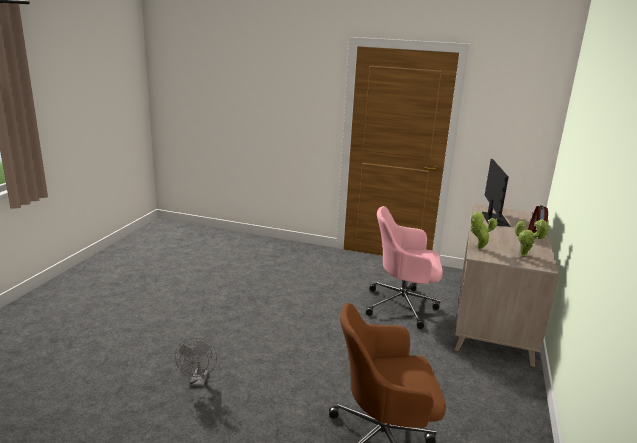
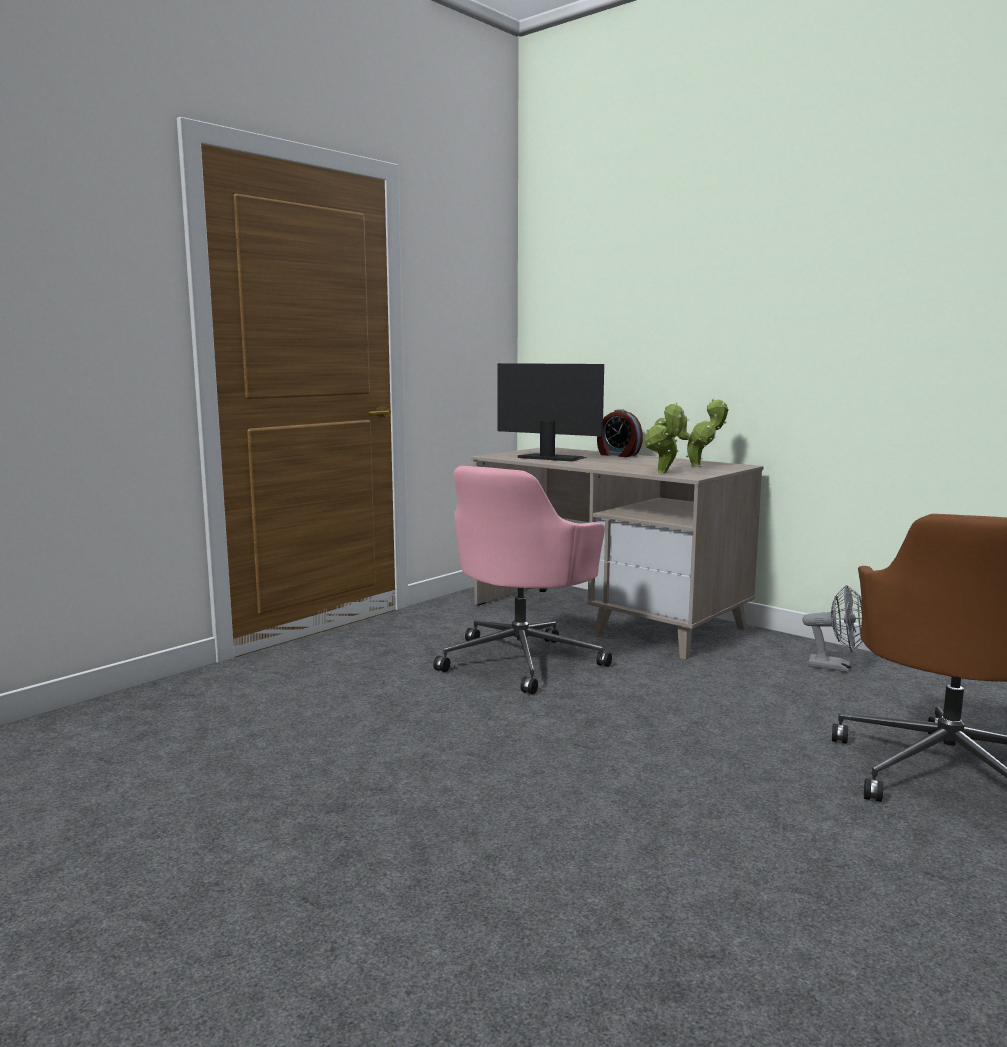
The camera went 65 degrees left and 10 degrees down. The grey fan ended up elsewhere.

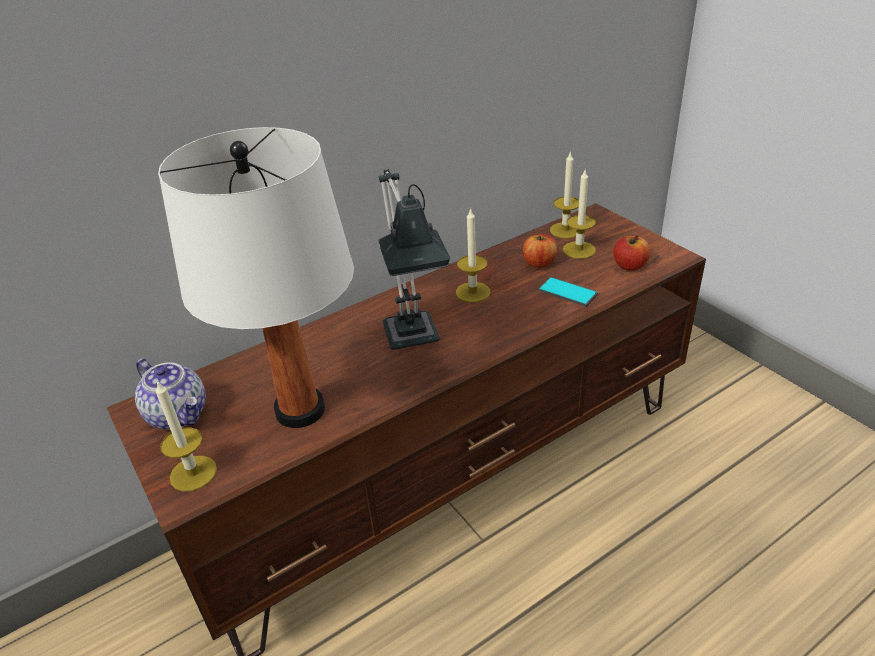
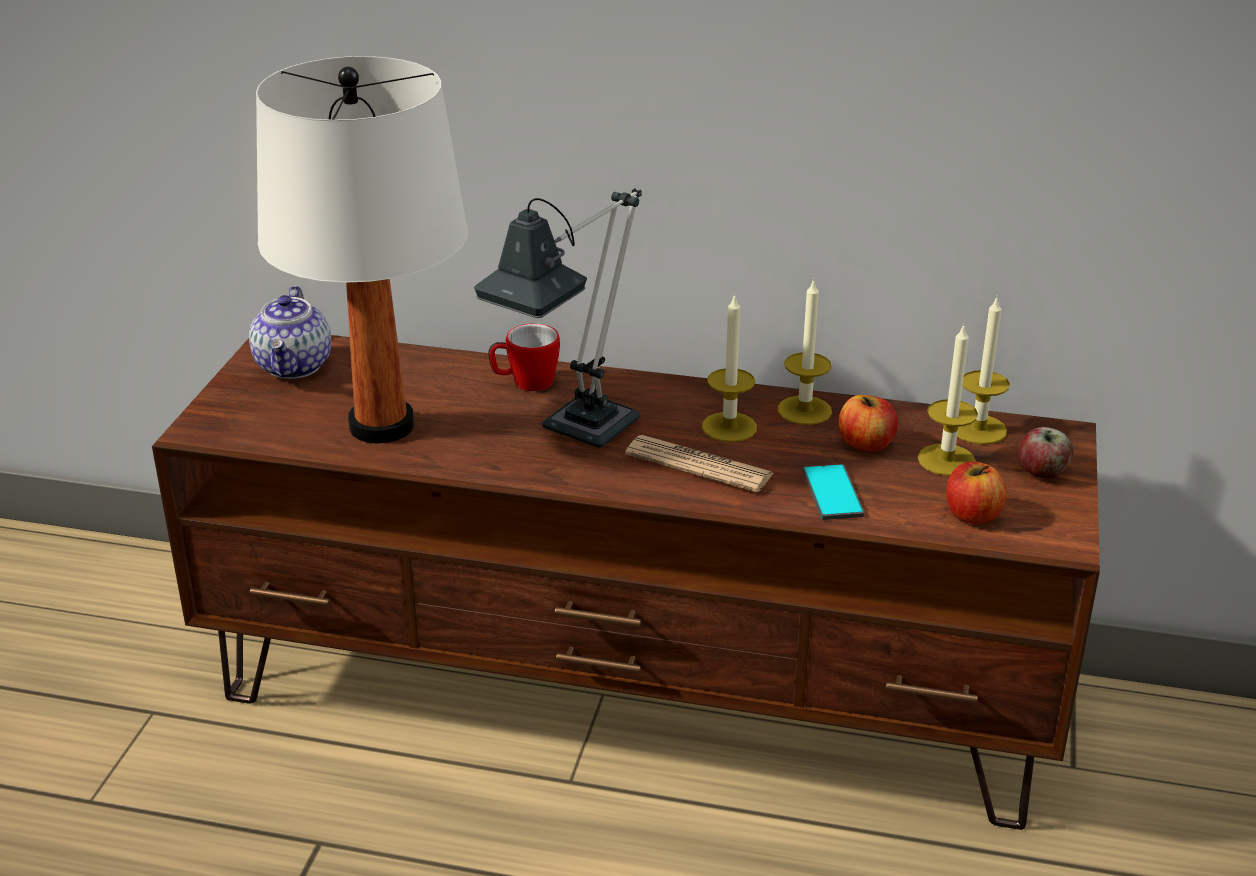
The camera went 45 degrees right and 5 degrees down. The second view gained the coffee mug. The second view gained the printed paper. The second view gained the apple fruit (3rd from left). The wax candle (1st from left in the first image) ended up elsewhere.

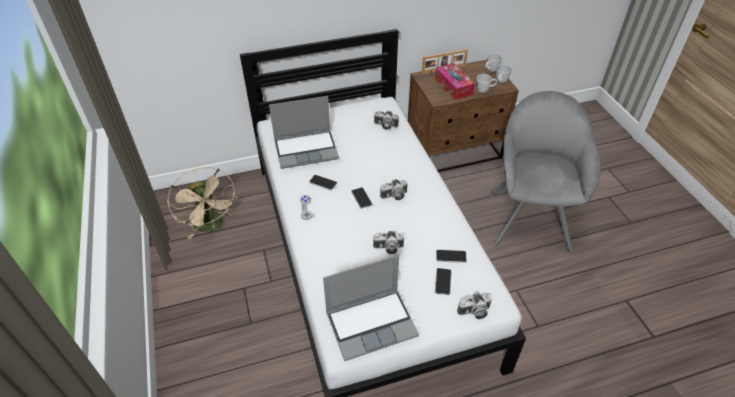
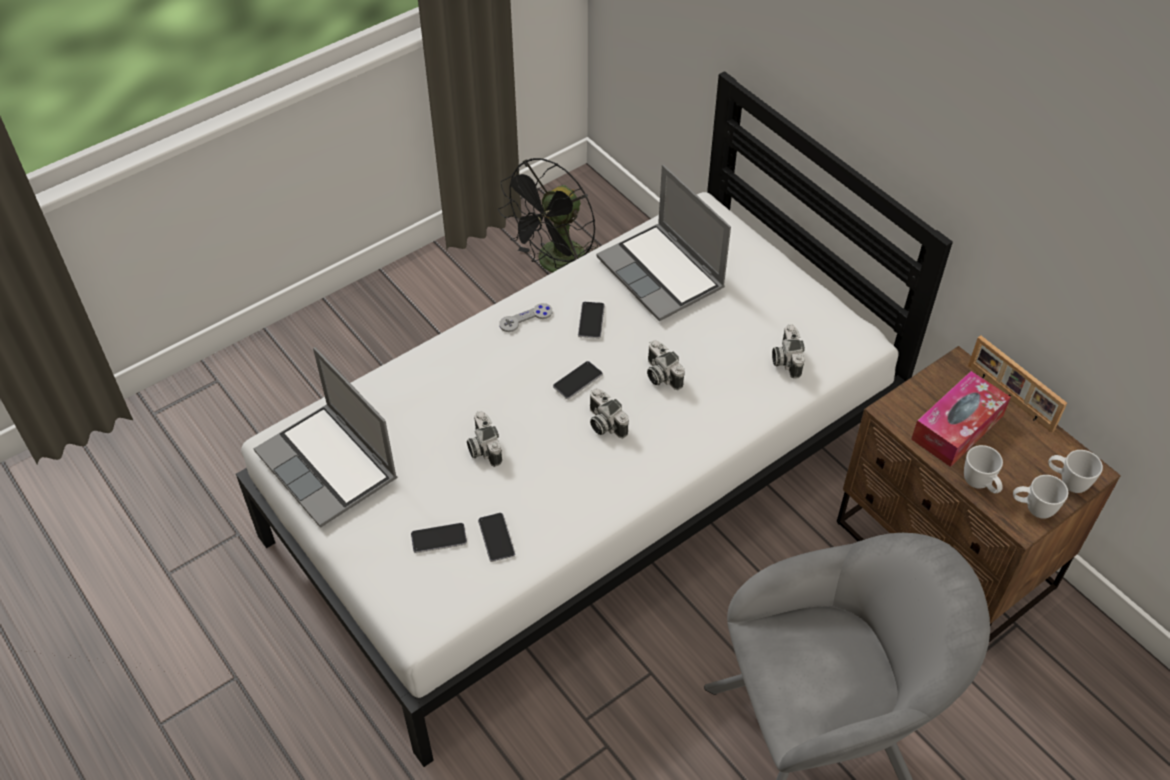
The camera went 70 degrees right and 5 degrees up. The photo camera (4th from left in the first image) ended up elsewhere. What was the beige fan turned into the blackish fan.

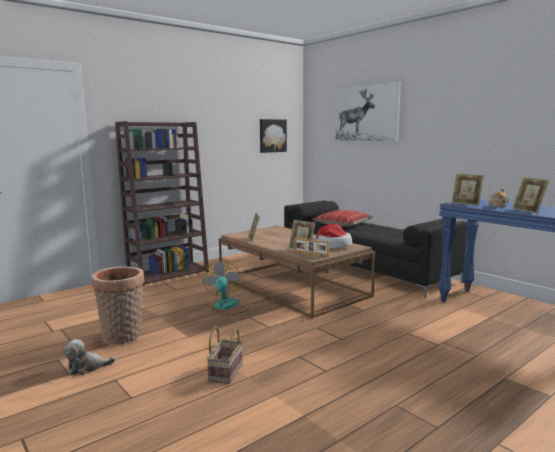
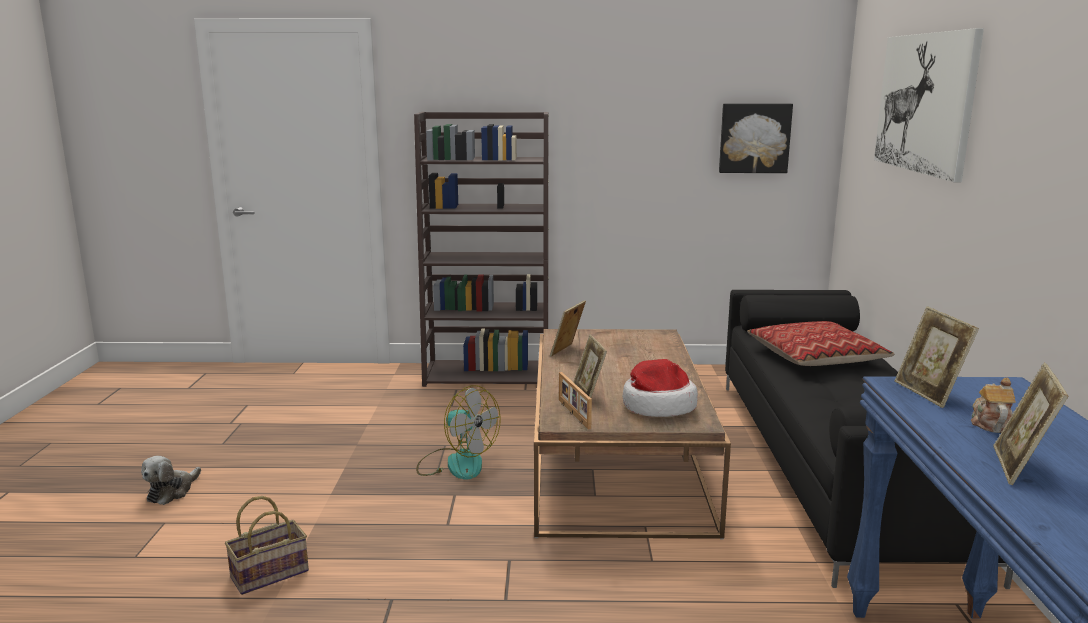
The camera went 40 degrees right and 5 degrees up. The second view lost the storage basket (1st from left). The plush toy ended up facing another way, 90 degrees counterclockwise from before. The fan ended up facing another way, 90 degrees clockwise from before.

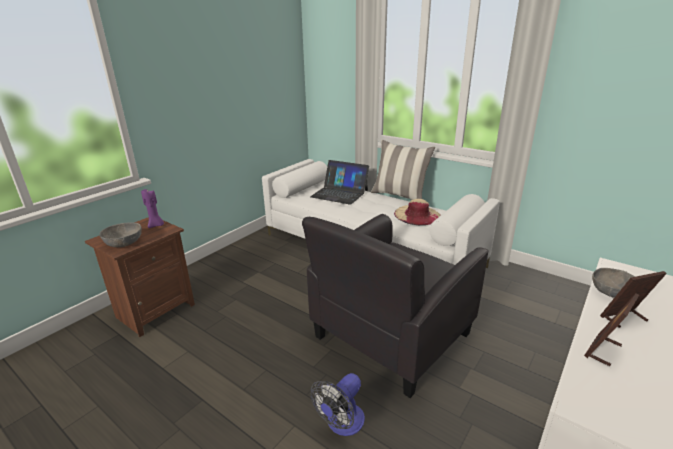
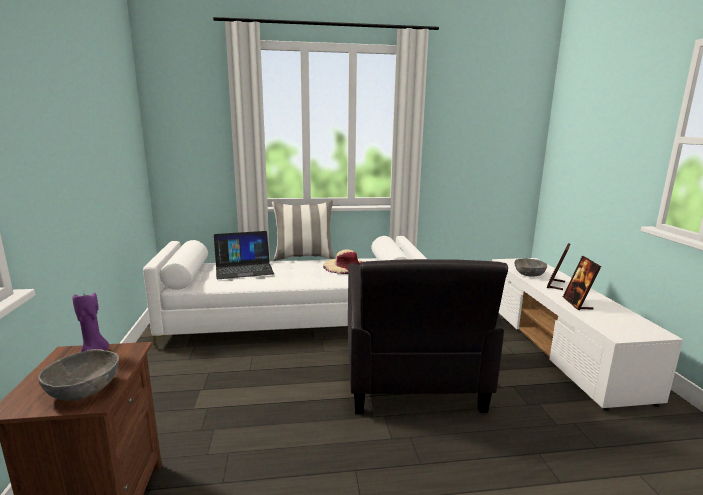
The camera went 45 degrees left and 10 degrees down. The second view lost the fan.

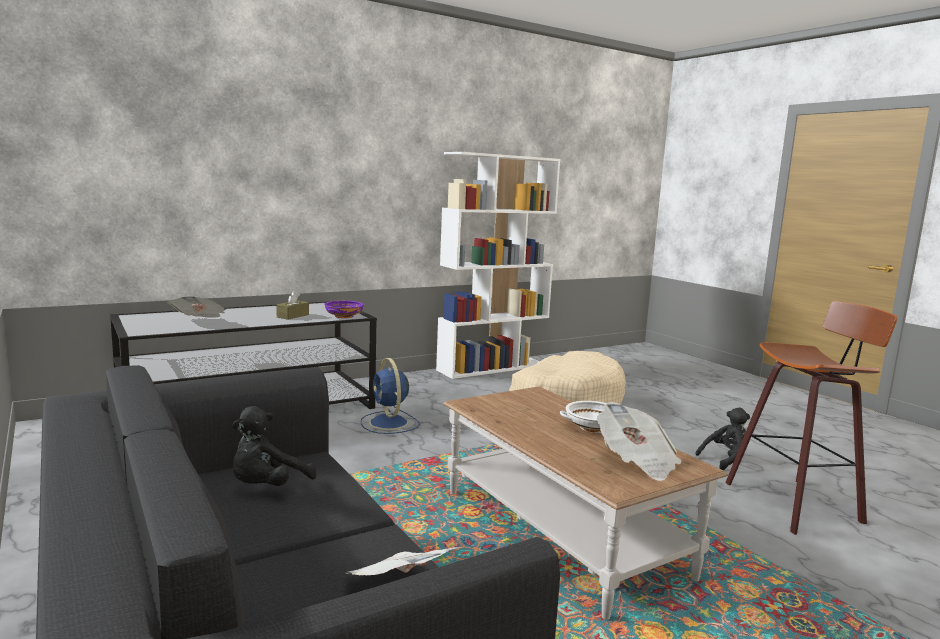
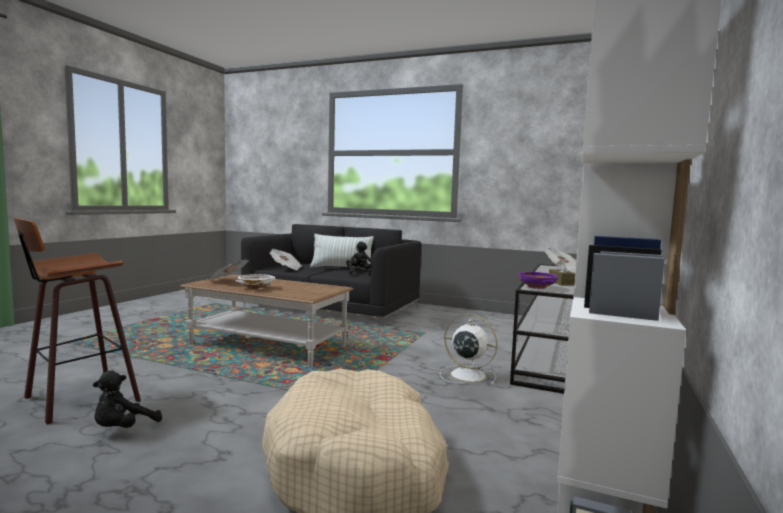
The camera went 145 degrees right and 5 degrees down. The second view gained the cushion. What was the bluish fan turned into the white-coloured fan.

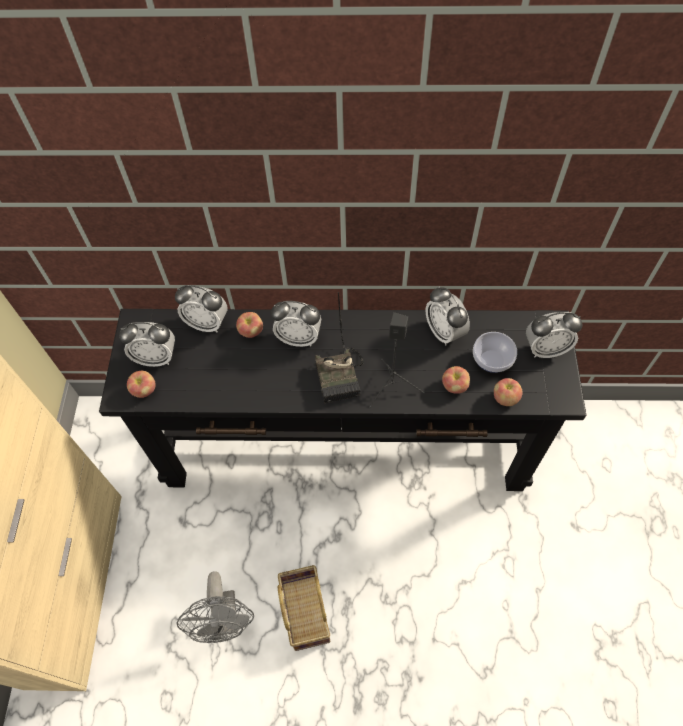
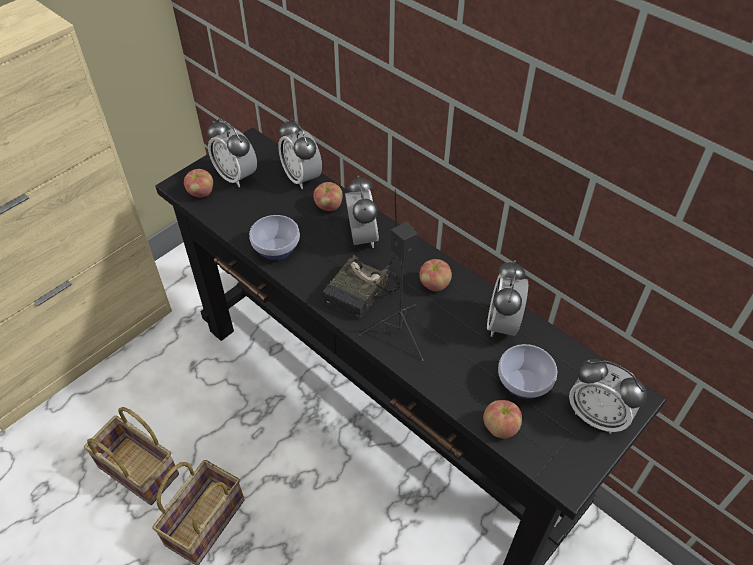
The camera went 40 degrees right and 10 degrees down. The second view gained the deep dish (1st from left). The apple fruit (3rd from left) ended up elsewhere. Where the grey fan stood, the storage basket (1st from left) came to stand. The alarm clock (3rd from left) ended up facing another way, 150 degrees counterclockwise from before.

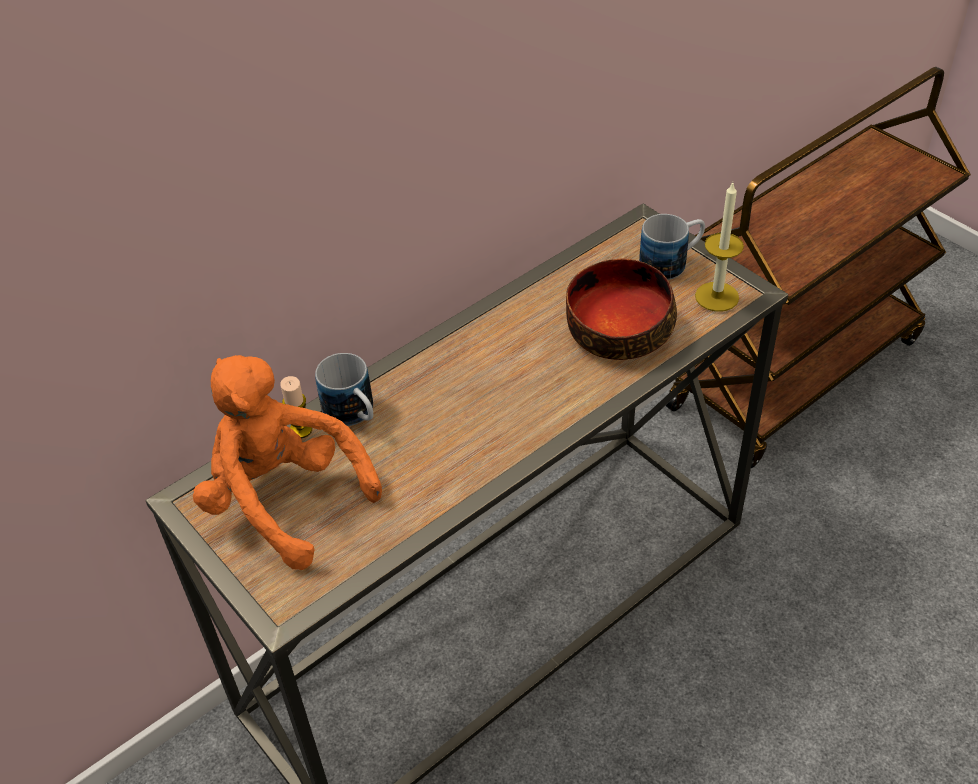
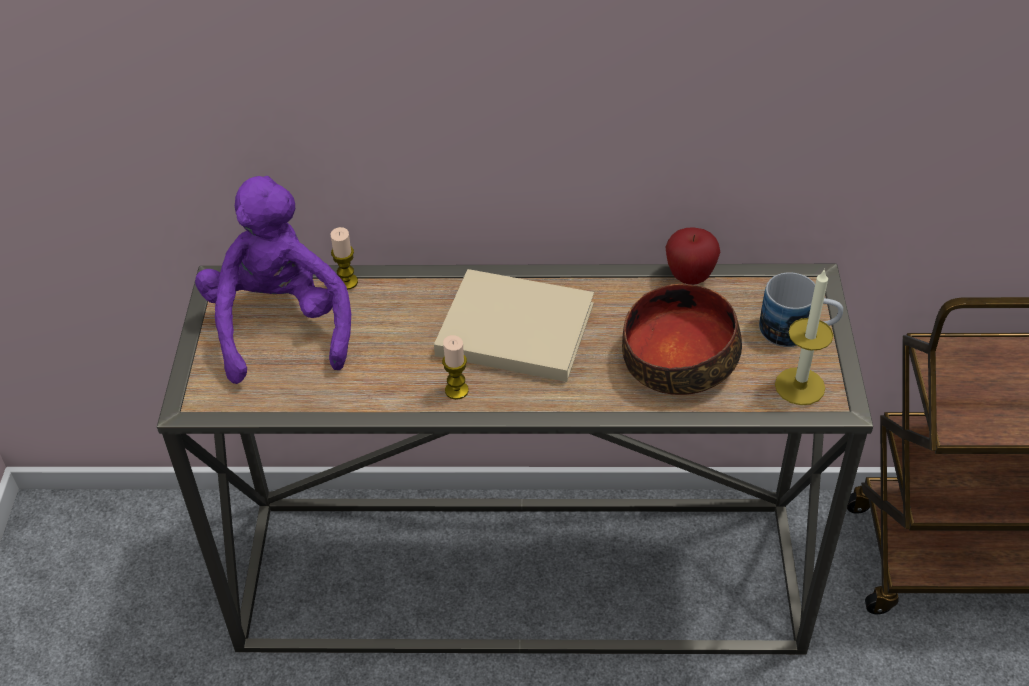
The camera went 40 degrees right and 0 degrees up. The second view lost the coffee mug (1st from left). The second view gained the beige bound book. The second view gained the wax candle (2nd from left). The second view gained the apple fruit. What was the orange-coloured plush toy turned into the purplish plush toy.

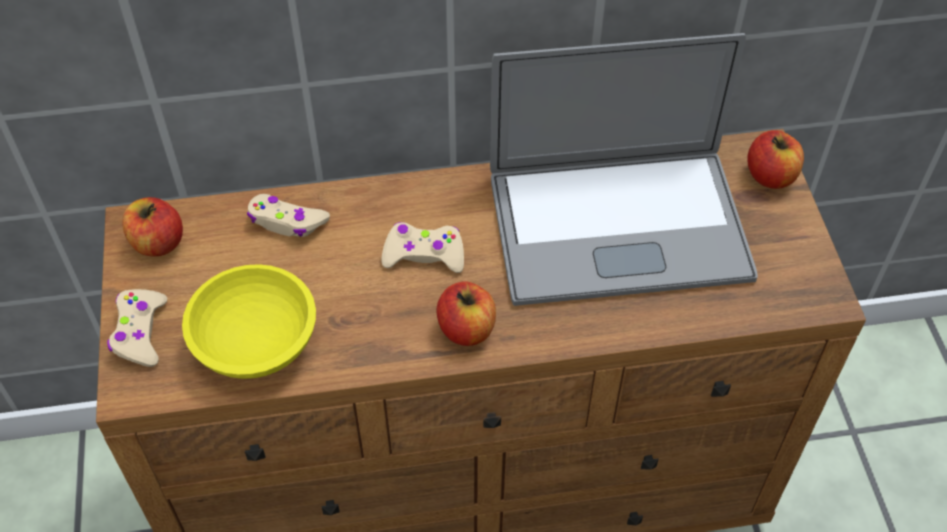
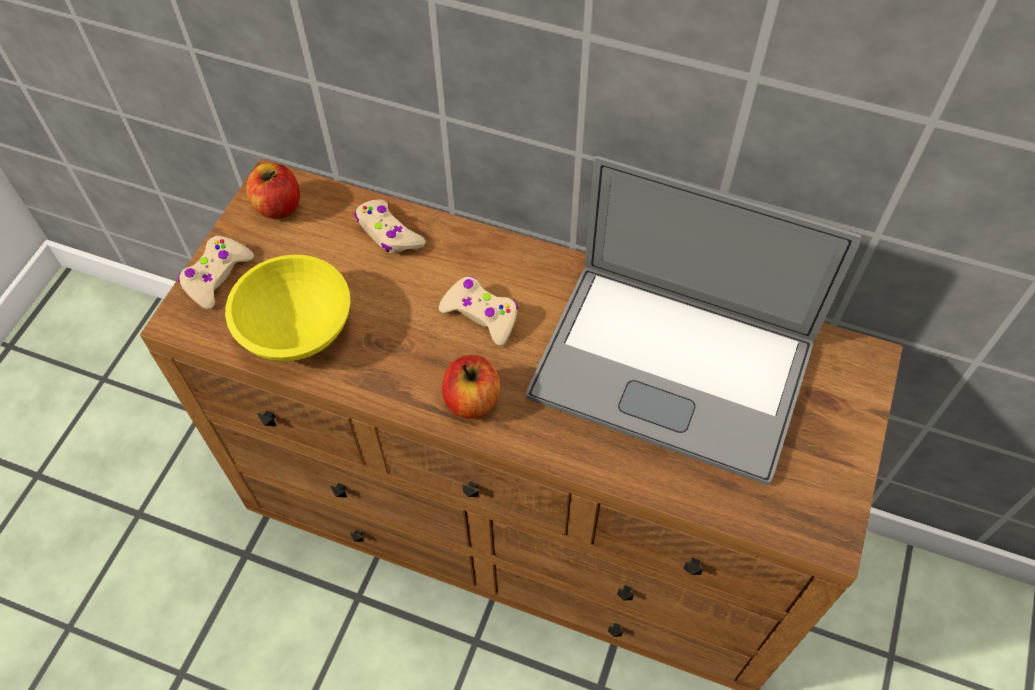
The camera went 30 degrees right and 5 degrees up. The second view lost the apple fruit (3rd from left).

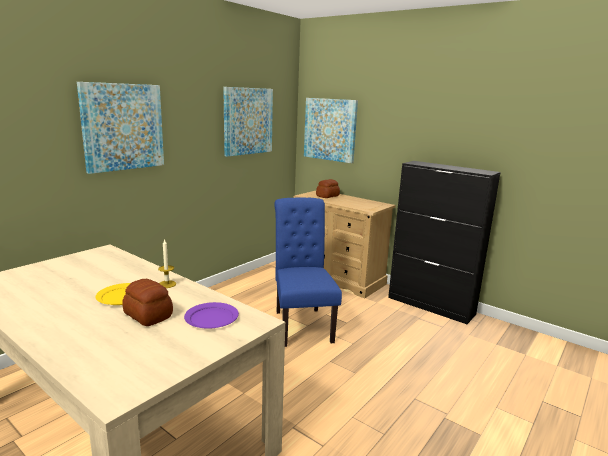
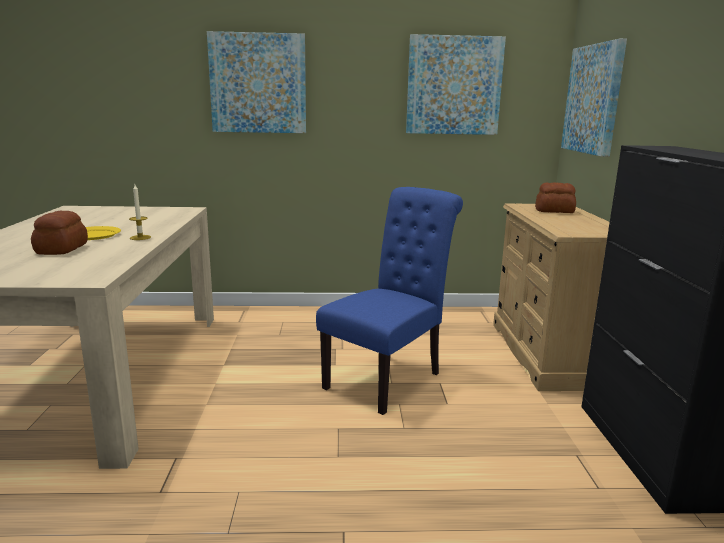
The camera went 50 degrees right and 0 degrees up. The second view lost the purplish flat dish.

